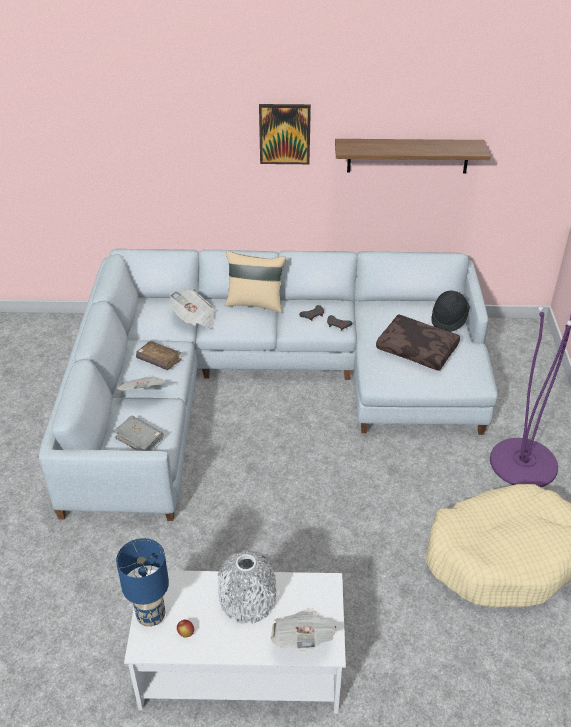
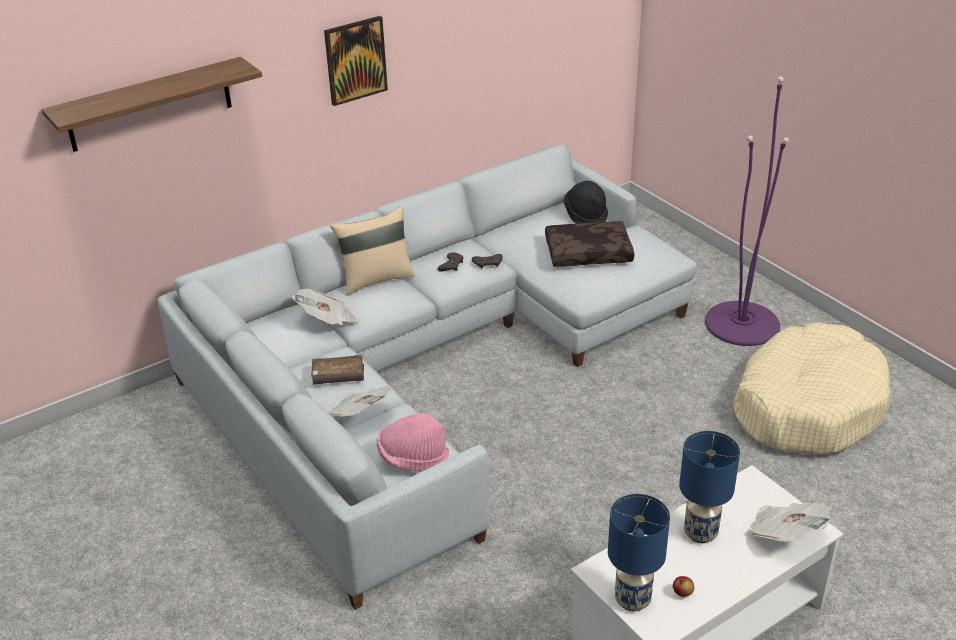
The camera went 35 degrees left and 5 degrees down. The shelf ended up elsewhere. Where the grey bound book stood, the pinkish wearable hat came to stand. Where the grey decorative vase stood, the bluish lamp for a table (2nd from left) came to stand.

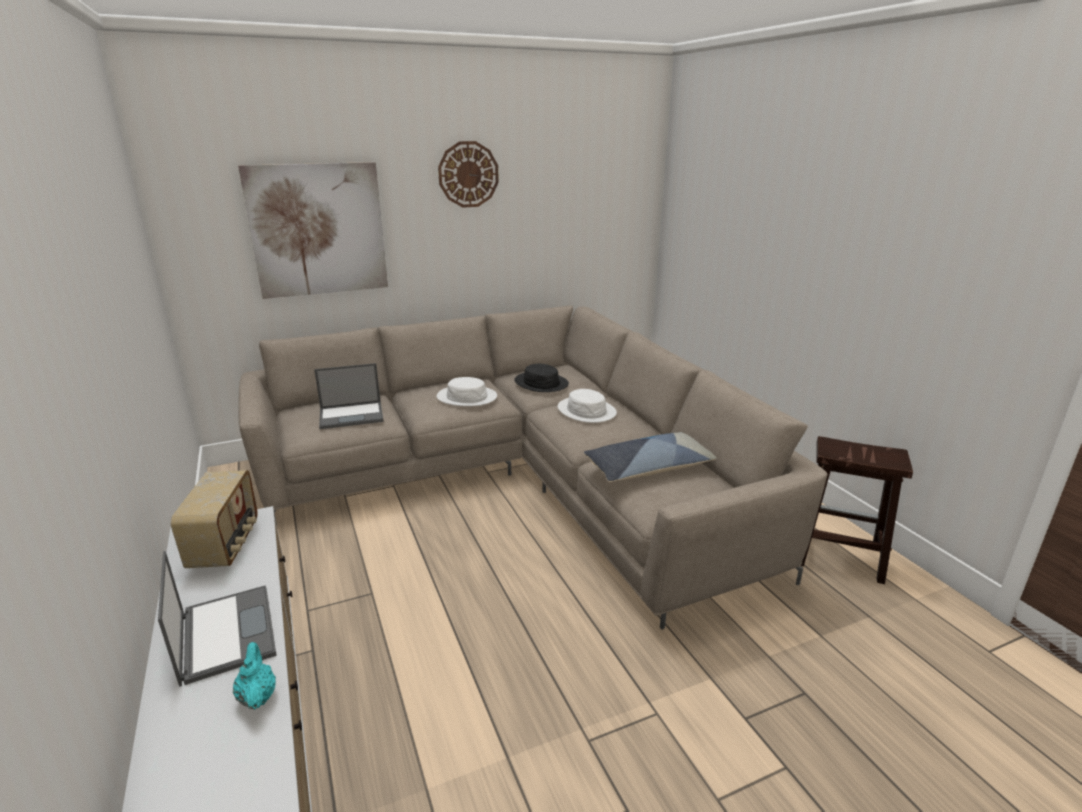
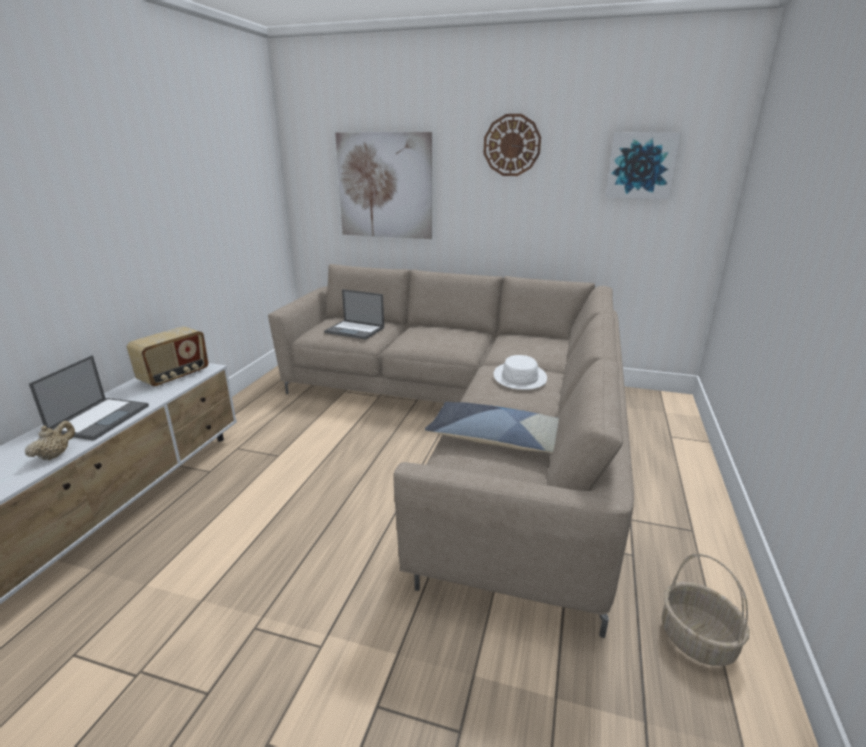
The camera went 40 degrees right and 0 degrees up. The second view lost the white-coloured wearable hat (1st from left). The second view lost the blackish wearable hat. The second view gained the picture (2nd from left). Where the brown-coloured sitting stool stood, the storage basket came to stand. What was the turquoise tea pot turned into the beige tea pot.

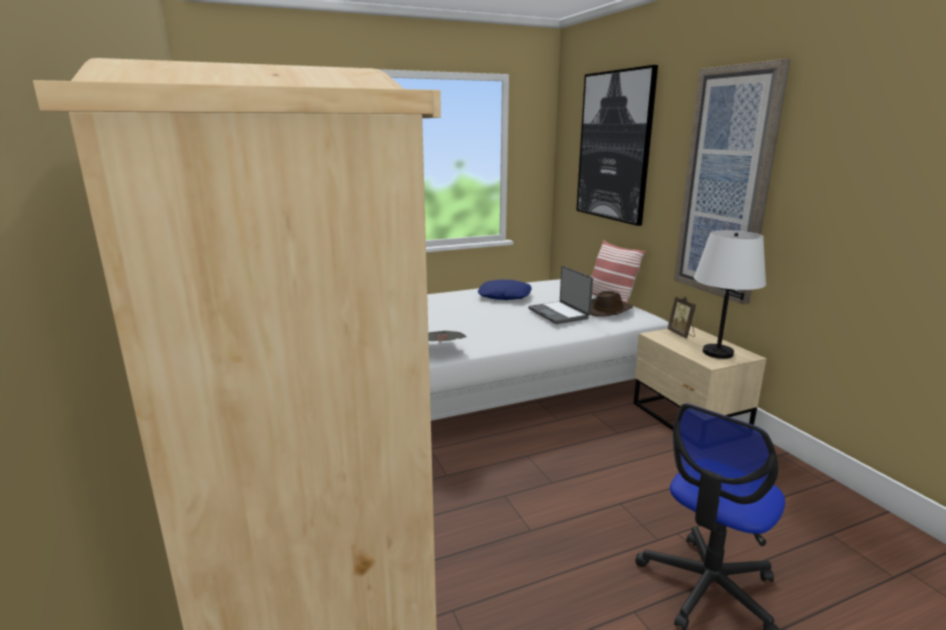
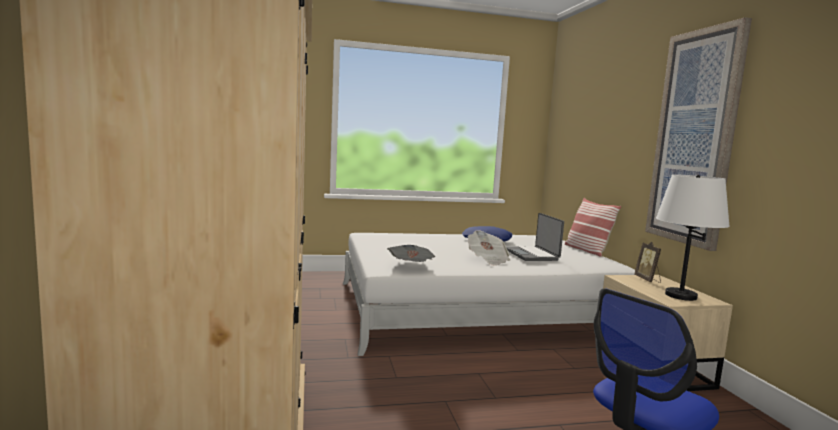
The camera went 10 degrees right and 10 degrees down. The second view lost the picture (1st from left). The second view lost the brown-coloured wearable hat. The second view gained the printed paper (2nd from left).

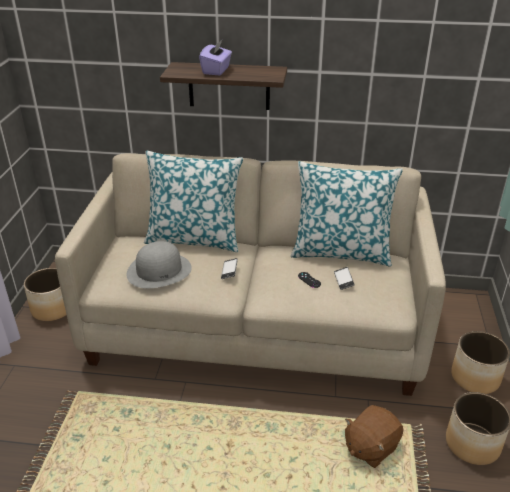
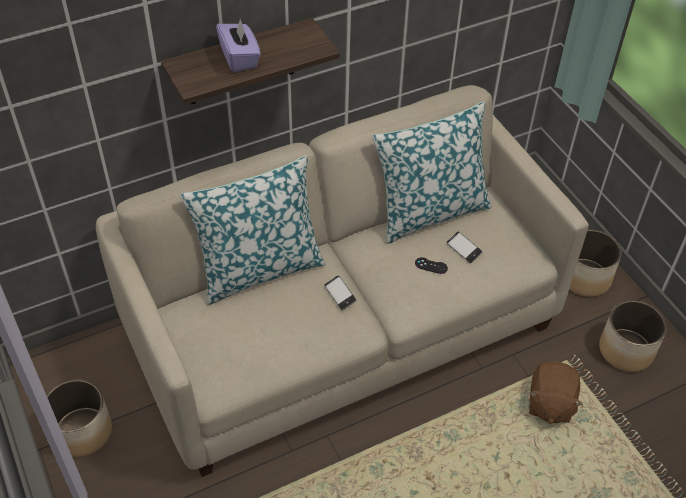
The camera went 35 degrees left and 15 degrees up. The second view lost the grey wearable hat.

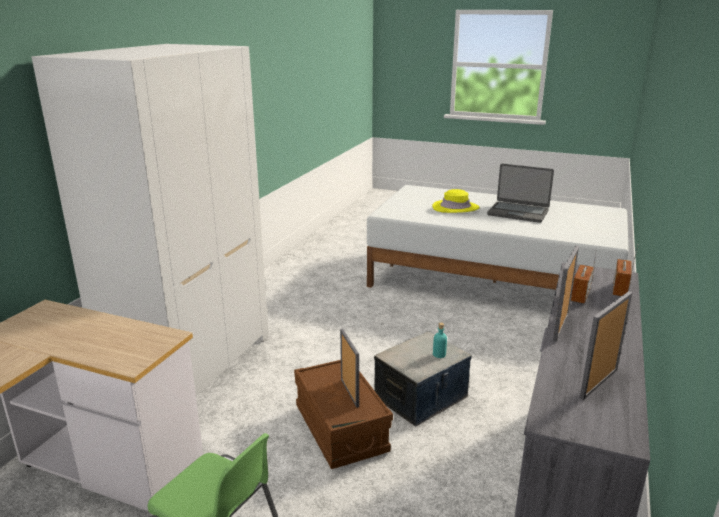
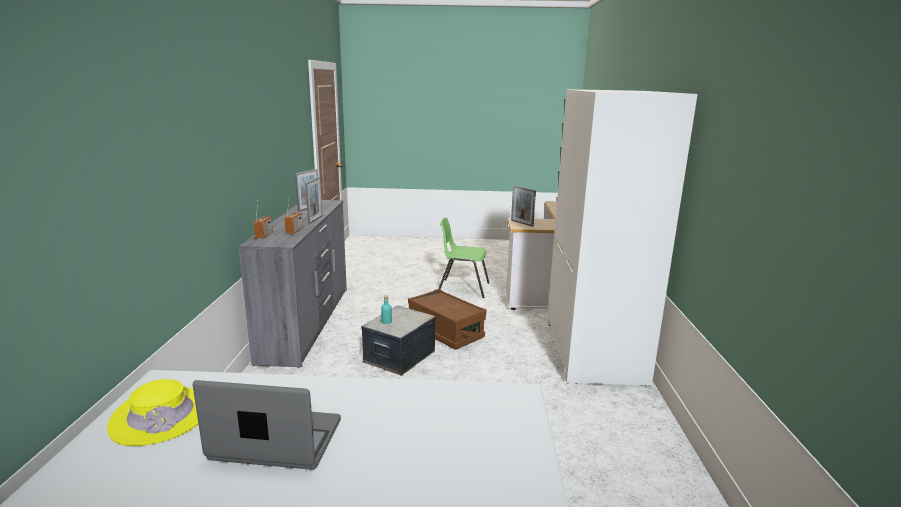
The camera went 160 degrees right and 5 degrees down. The standing frame (1st from left in the first image) ended up elsewhere. The yellowish wearable hat ended up elsewhere.

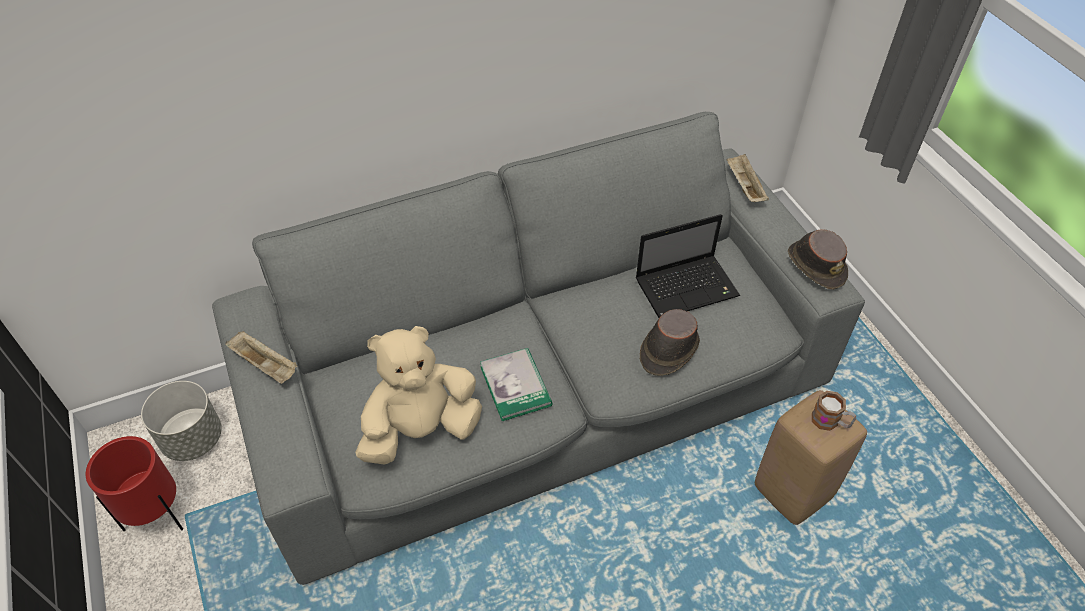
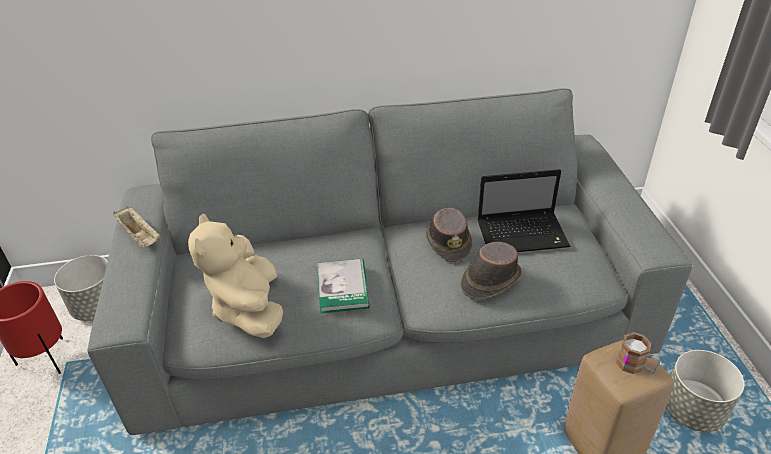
The camera went 15 degrees right and 10 degrees down. The second view lost the beige serving tray (2nd from left). The second view gained the grey planter (2nd from left). The brown-coloured wearable hat (2nd from left in the first image) ended up elsewhere. The beige plush toy ended up facing another way, 90 degrees counterclockwise from before.

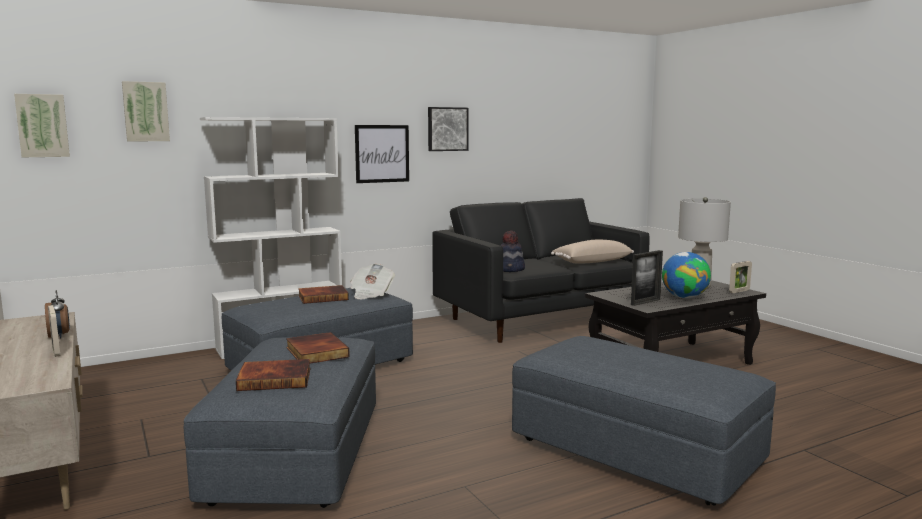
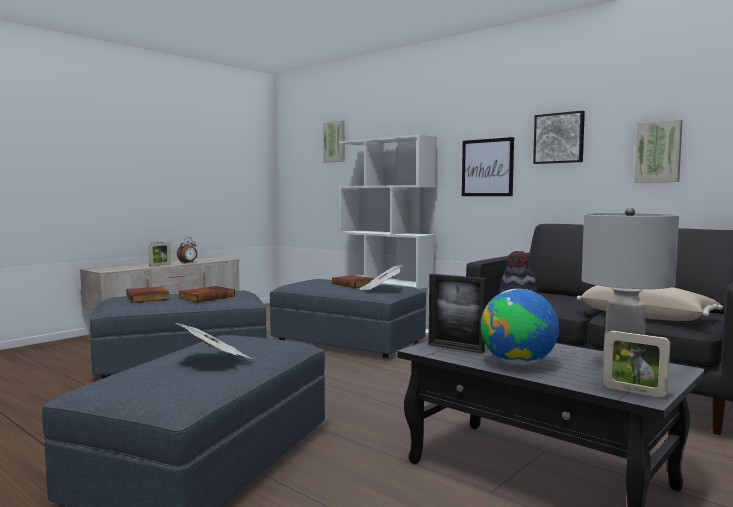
The camera went 70 degrees right and 5 degrees down. The second view gained the printed paper (1st from left). The picture (1st from left in the first image) ended up elsewhere.

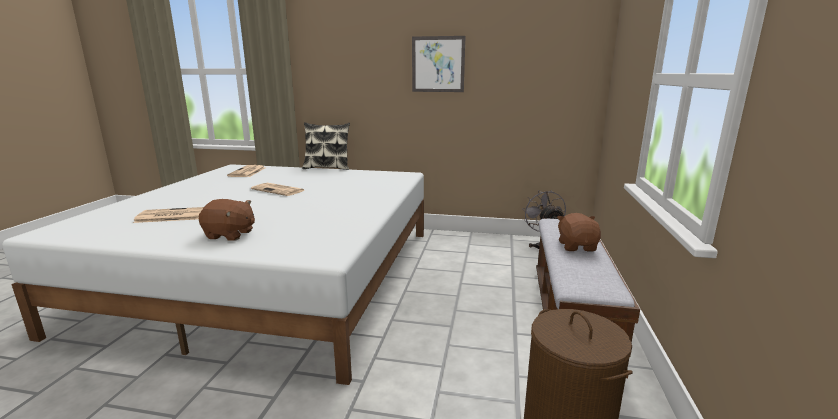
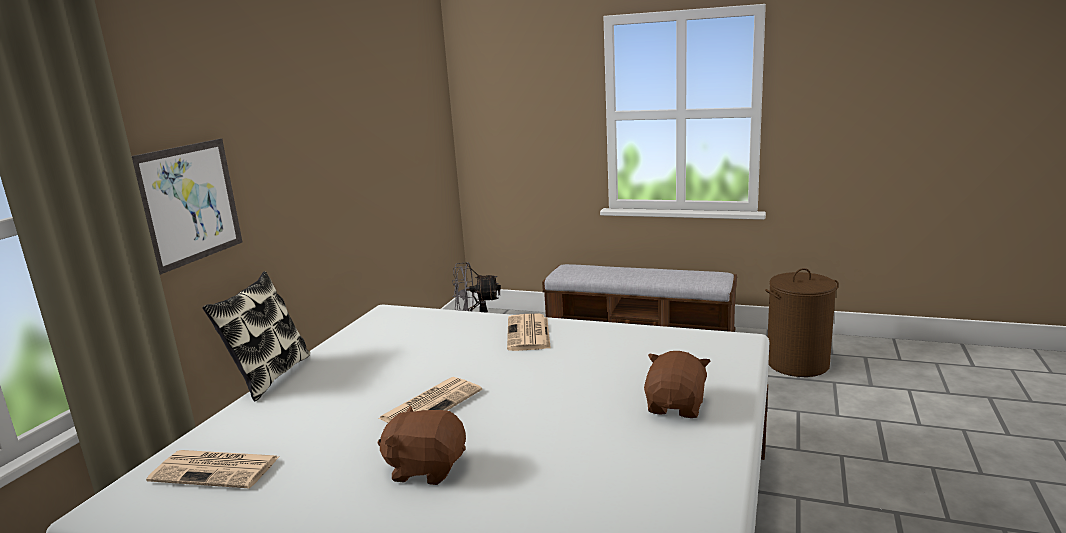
The camera went 80 degrees left and 0 degrees up. The printed paper (1st from left in the first image) ended up elsewhere. The picture ended up elsewhere. The brown-coloured plush toy (2nd from left in the first image) ended up elsewhere.

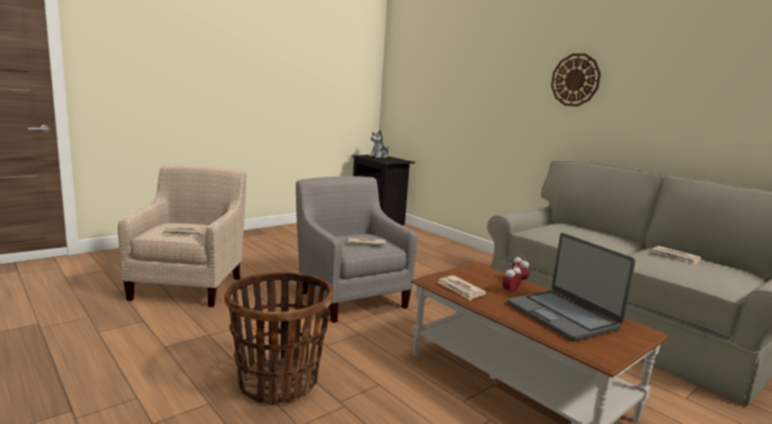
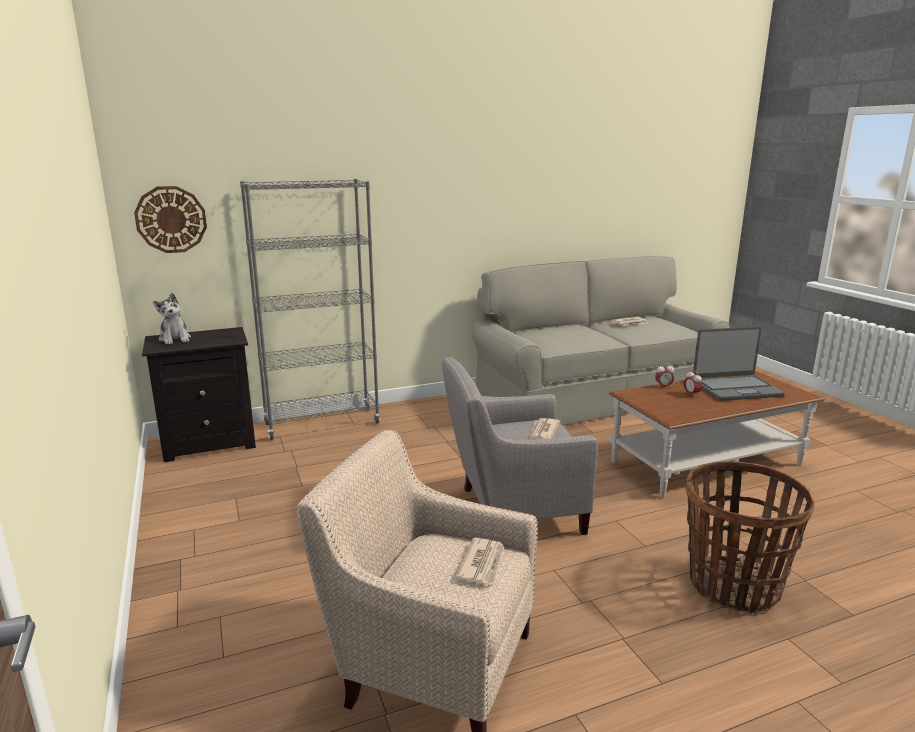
The camera went 70 degrees left and 5 degrees up. The second view lost the printed paper (3rd from left). The second view gained the grey bookcase. The hanging clock ended up elsewhere.

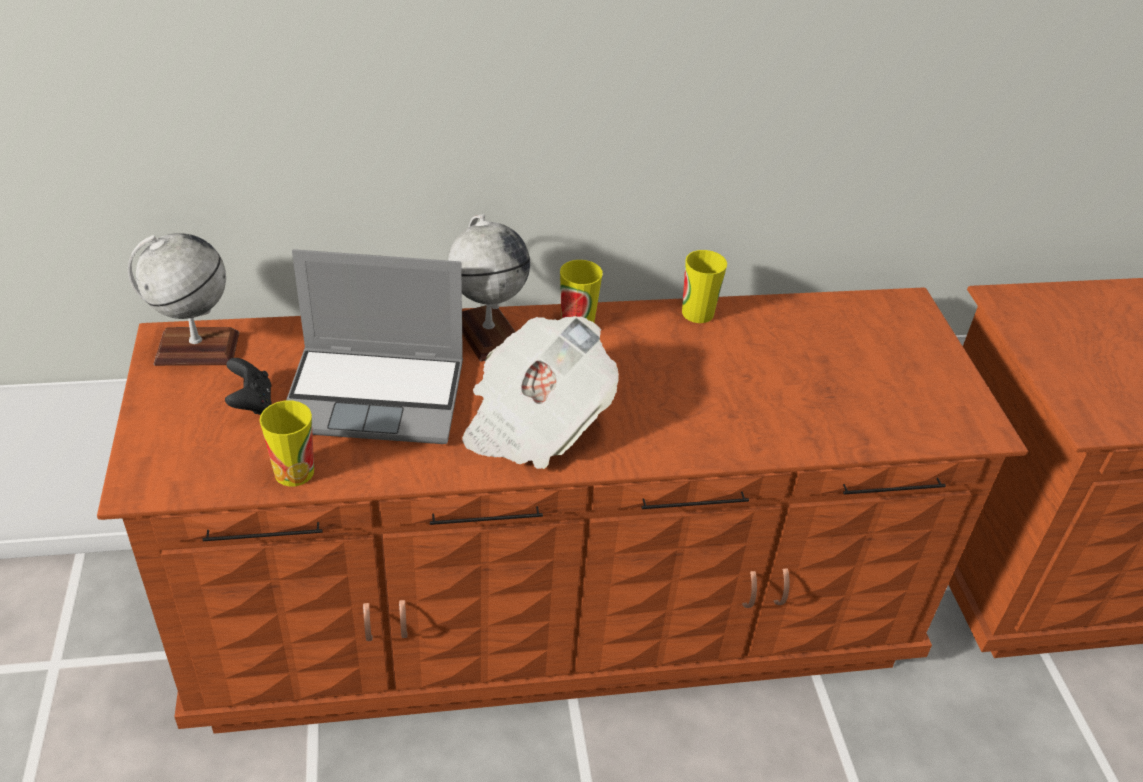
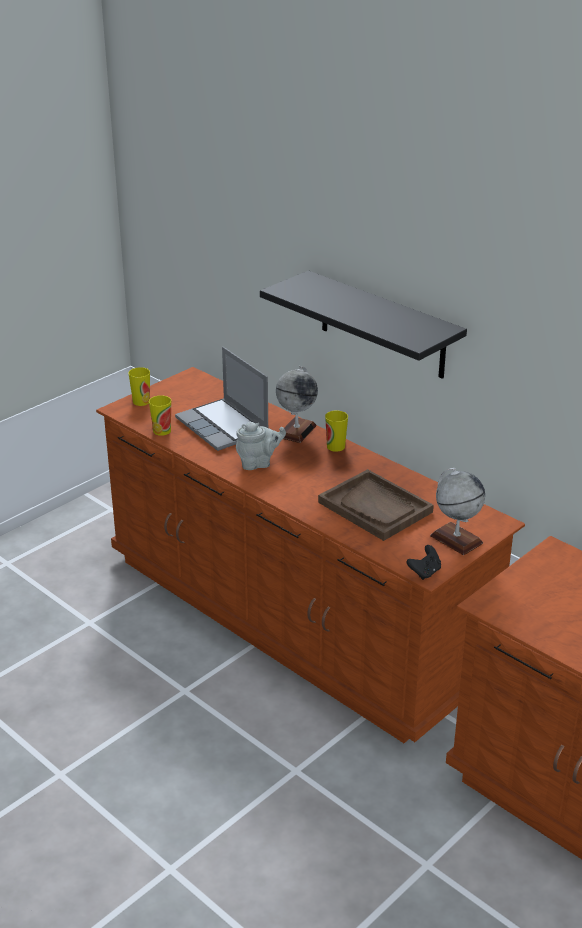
The camera went 55 degrees right and 10 degrees down. The second view gained the blackish shelf. The second view gained the brown-coloured serving tray. The globe (1st from left in the first image) ended up elsewhere. The blackish gamepad ended up elsewhere. The cup (3rd from left in the first image) ended up elsewhere. Where the printed paper stood, the grey tea pot came to stand.

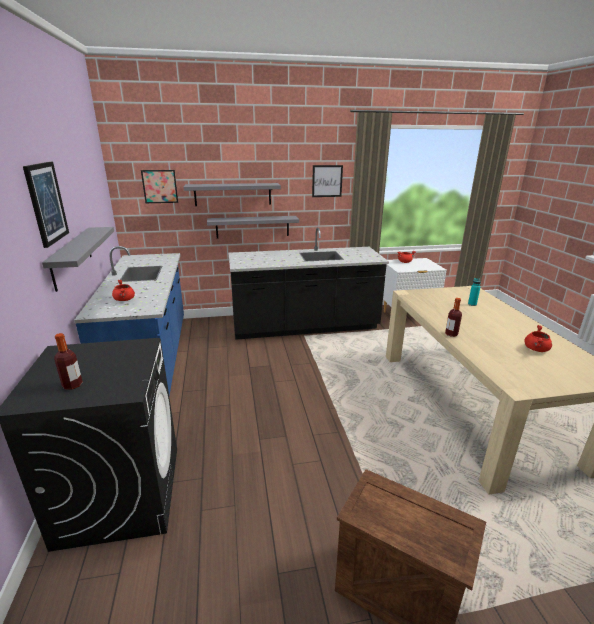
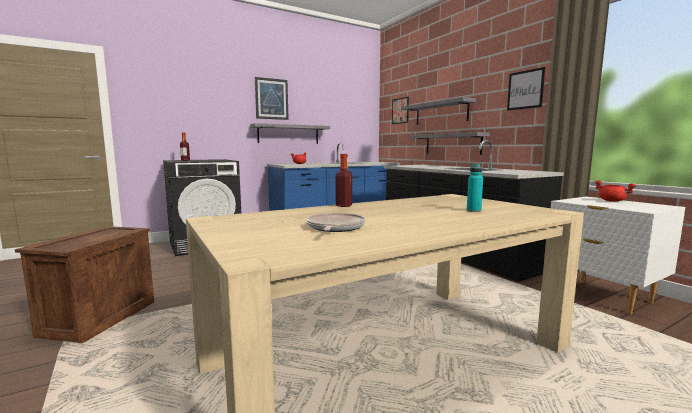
The camera went 70 degrees right and 15 degrees down. Where the red saucepot (3rd from left) stood, the frying pan came to stand.

